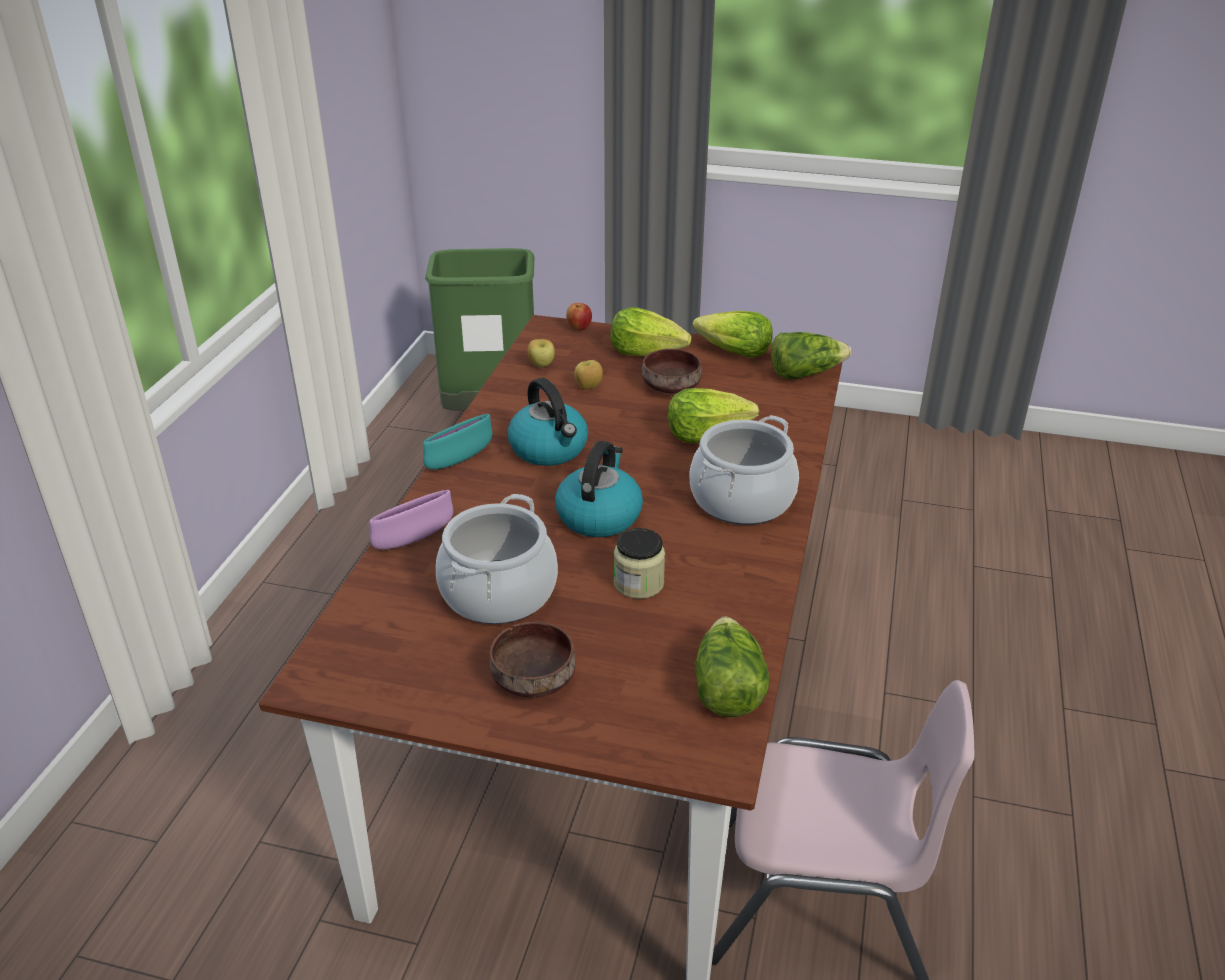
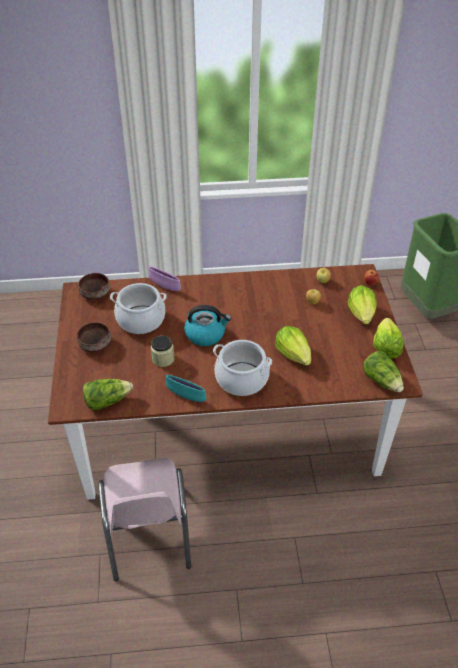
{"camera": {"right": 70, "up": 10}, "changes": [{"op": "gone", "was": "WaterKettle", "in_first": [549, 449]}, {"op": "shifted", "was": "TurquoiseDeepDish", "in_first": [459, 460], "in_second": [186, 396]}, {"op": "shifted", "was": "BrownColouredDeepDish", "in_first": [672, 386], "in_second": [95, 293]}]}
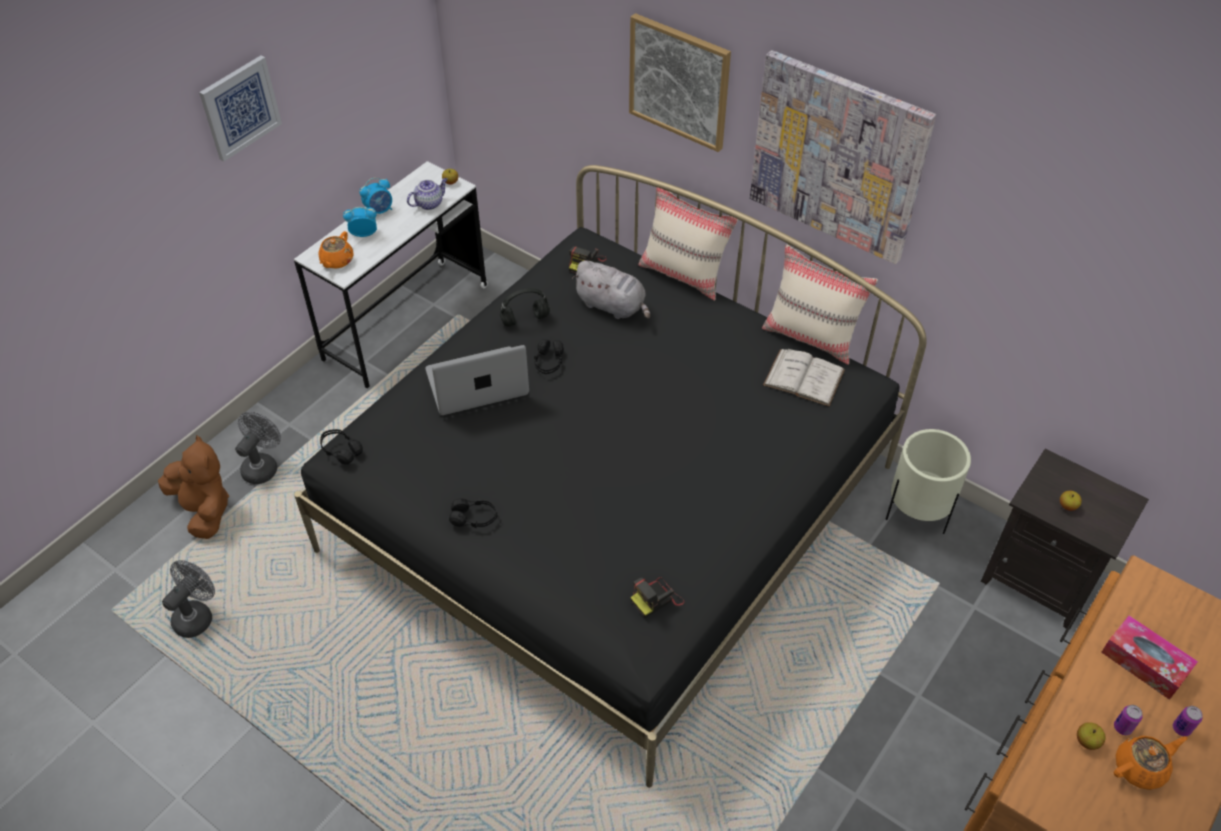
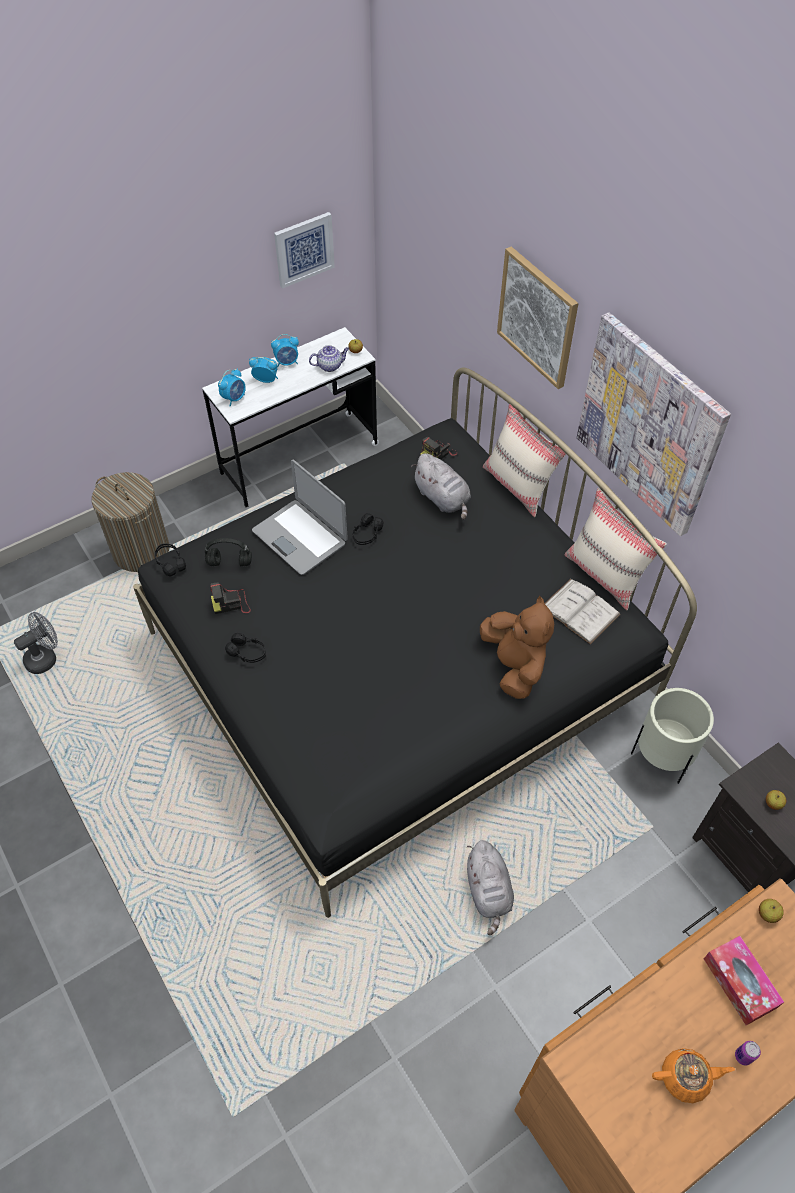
{"camera": {"right": 20, "up": 5}, "changes": [{"op": "gone", "was": "MetalCan", "in_first": [1122, 727]}, {"op": "new", "now": "GreyishPlushToy", "in_second": [488, 891]}, {"op": "shifted", "was": "BrownColouredPlushToy", "in_first": [204, 510], "in_second": [514, 665]}, {"op": "shifted", "was": "WallPicture", "in_first": [240, 107], "in_second": [304, 249]}, {"op": "shifted", "was": "BlackPairOfHeadphones", "in_first": [526, 319], "in_second": [230, 562]}, {"op": "shifted", "was": "StillCamera", "in_first": [656, 599], "in_second": [231, 603]}, {"op": "shifted", "was": "Apple", "in_first": [1087, 741], "in_second": [767, 914]}, {"op": "swapped", "was": "GreyishFan", "now": "LaundryBasket", "in_first": [263, 466], "in_second": [140, 550]}, {"op": "swapped", "was": "OrangeyPotForTea", "now": "TableClock", "in_first": [336, 261], "in_second": [234, 398]}, {"op": "rotated", "was": "PortableComputer", "in_first": [477, 384], "in_second": [300, 537], "clockwise": -135}]}
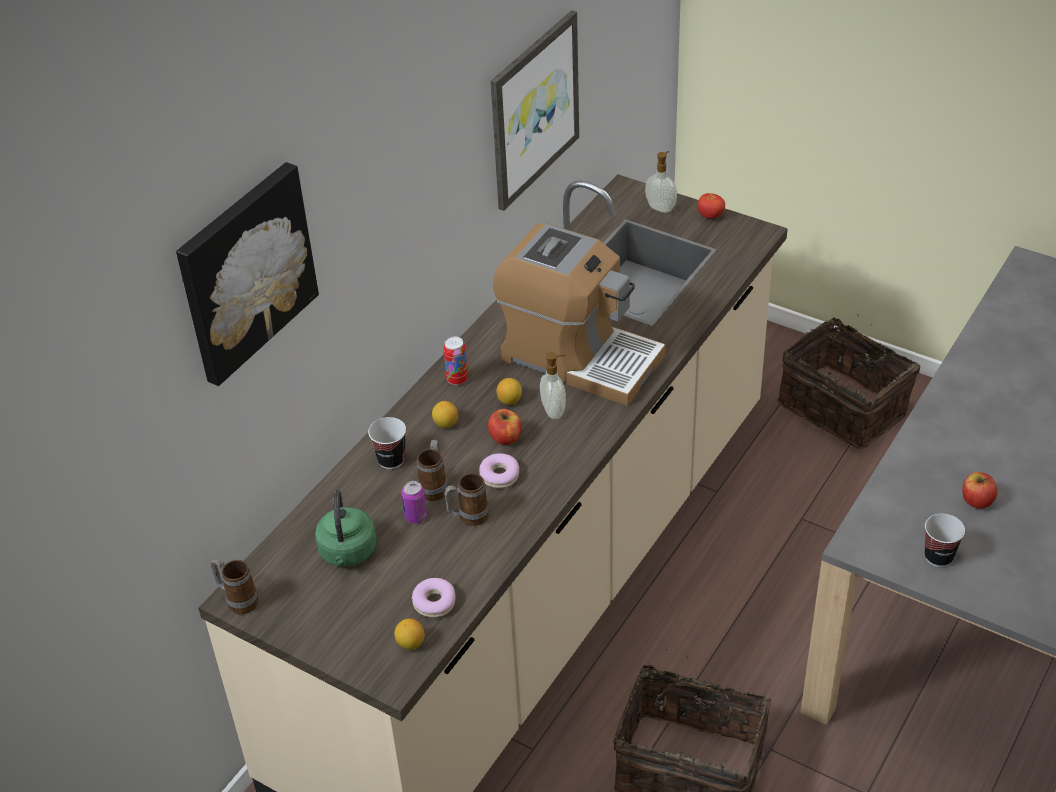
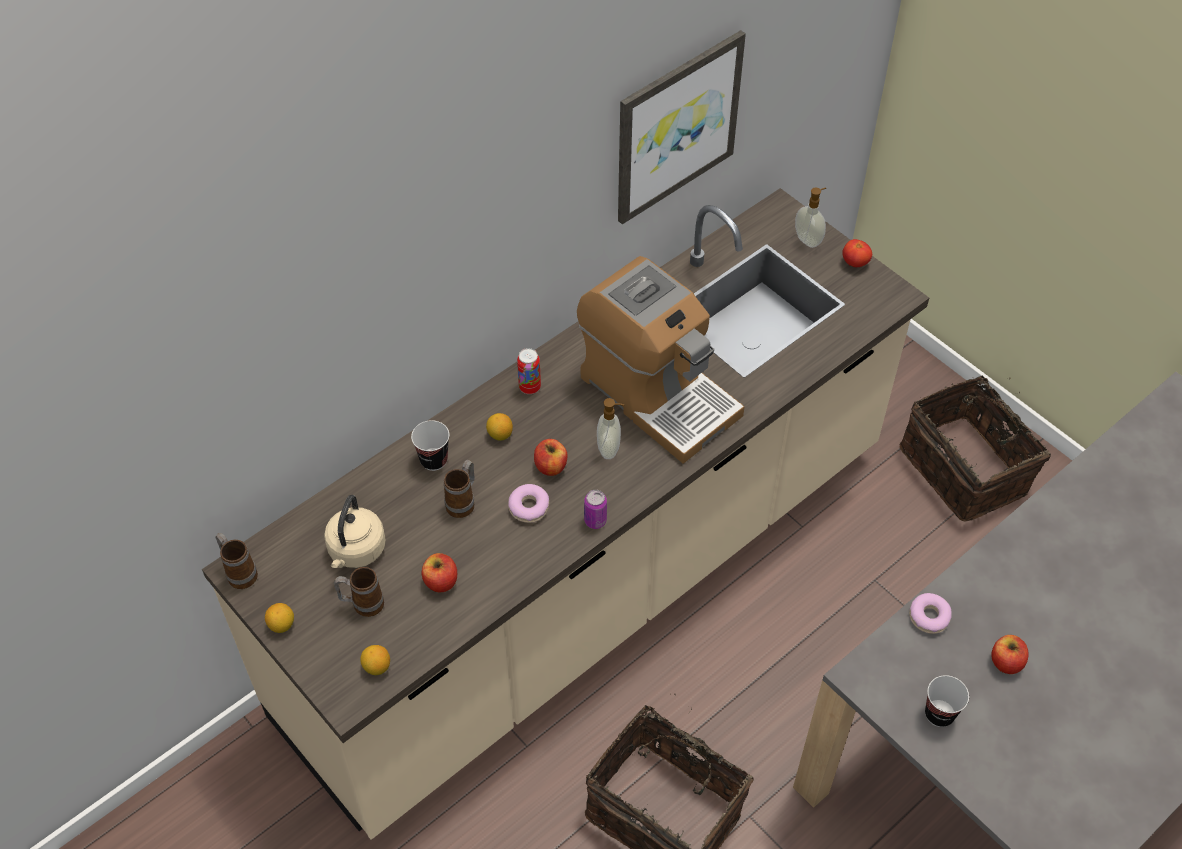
{"camera": {"right": 15, "up": 10}, "changes": [{"op": "gone", "was": "WallPicture", "in_first": [244, 271]}, {"op": "new", "now": "Apple", "in_second": [440, 581]}, {"op": "shifted", "was": "MetalCan", "in_first": [416, 516], "in_second": [595, 521]}, {"op": "shifted", "was": "Donut", "in_first": [434, 602], "in_second": [929, 617]}, {"op": "shifted", "was": "Mug", "in_first": [468, 517], "in_second": [362, 604]}, {"op": "shifted", "was": "CitrusFruit", "in_first": [510, 401], "in_second": [282, 625]}, {"op": "repainted", "was": "GreenColouredWaterKettle", "now": "BeigeWaterKettle", "in_first": [348, 553], "in_second": [356, 551]}]}
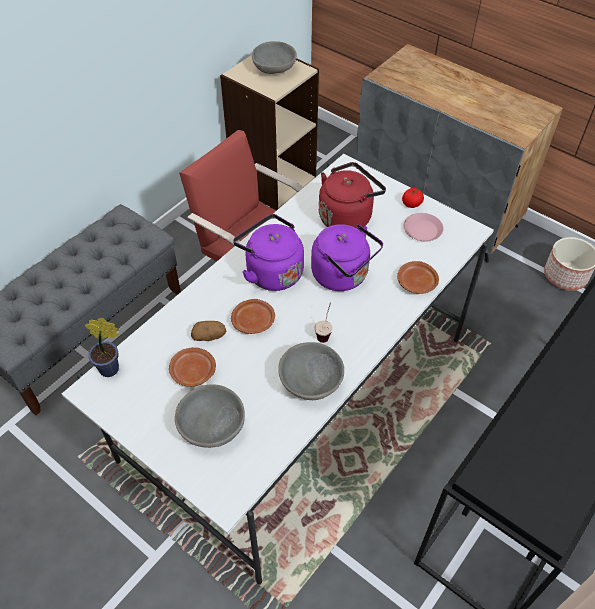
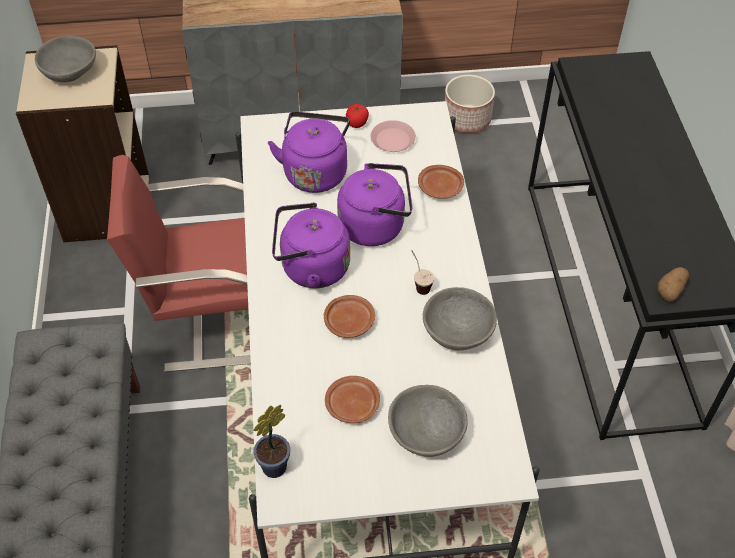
{"camera": {"right": -45, "up": 0}, "changes": [{"op": "shifted", "was": "WholePotato", "in_first": [209, 336], "in_second": [671, 290]}, {"op": "repainted", "was": "ReddishWaterKettle", "now": "PurpleColouredWaterKettle", "in_first": [347, 216], "in_second": [315, 171]}]}
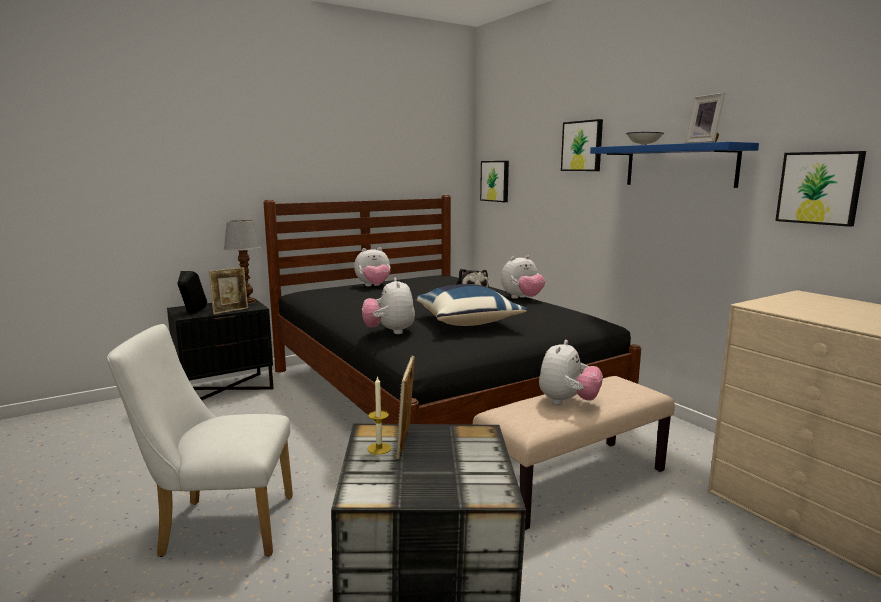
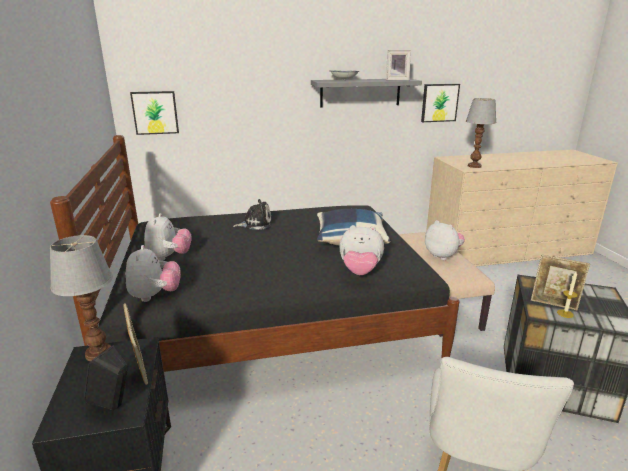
{"camera": {"right": -70, "up": 10}, "changes": [{"op": "gone", "was": "WallPicture", "in_first": [582, 146]}, {"op": "new", "now": "LampForATable", "in_second": [475, 166]}, {"op": "shifted", "was": "PlushToy", "in_first": [522, 298], "in_second": [155, 296]}, {"op": "repainted", "was": "BlueColouredWallShelf", "now": "GreyishWallShelf", "in_first": [679, 166], "in_second": [360, 92]}]}
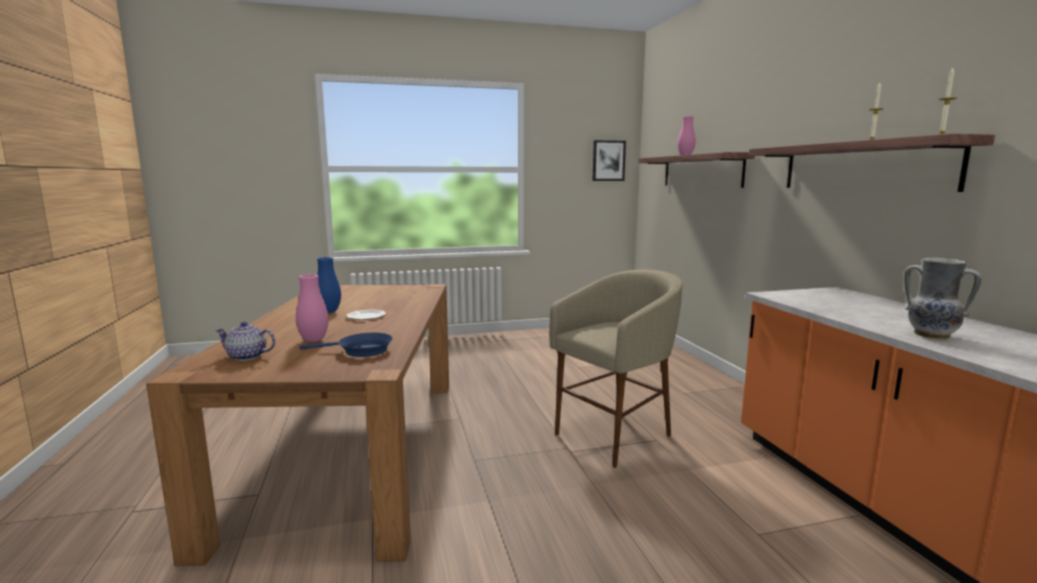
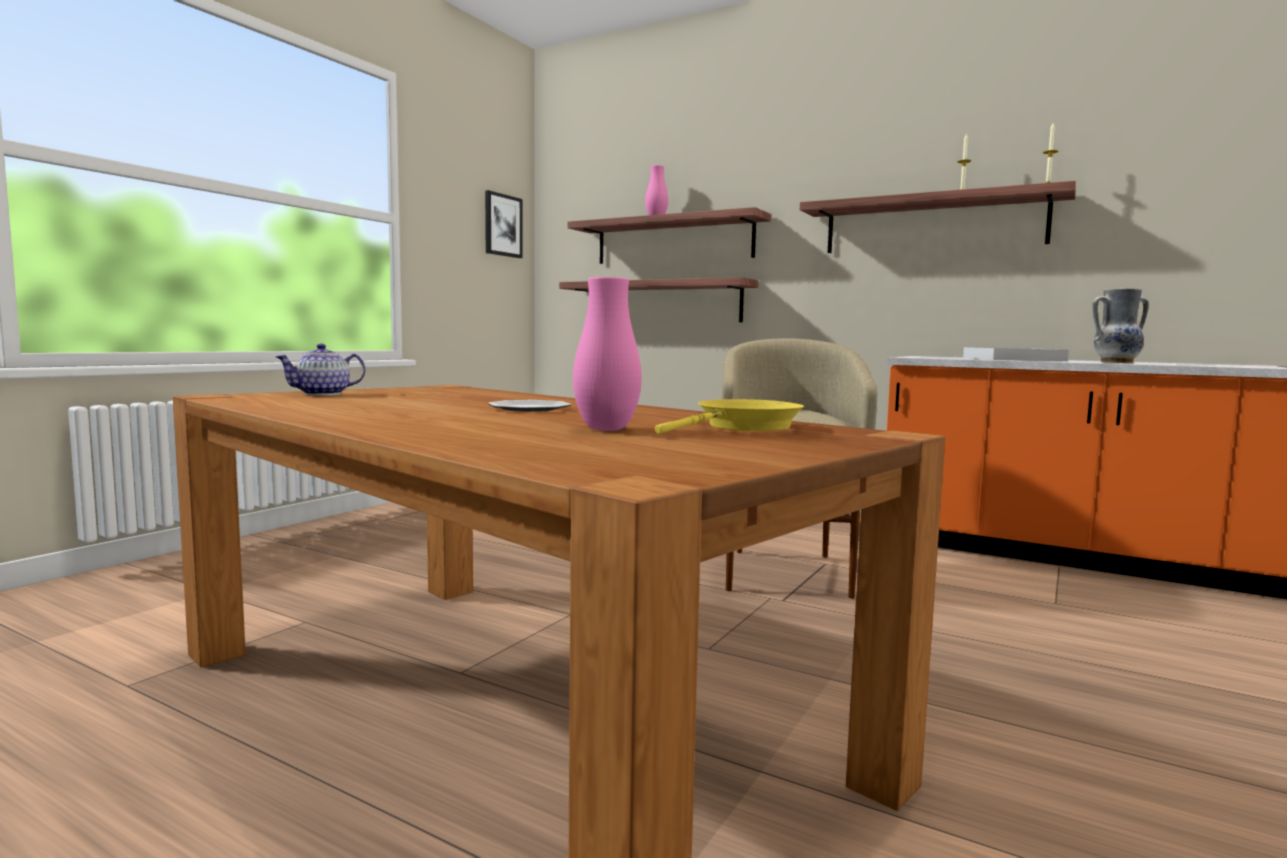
{"camera": {"right": -45, "up": -5}, "changes": [{"op": "gone", "was": "BlueColouredFlowerVase", "in_first": [329, 312]}, {"op": "new", "now": "WallShelf", "in_second": [663, 302]}, {"op": "new", "now": "WhitishCarryingTray", "in_second": [1013, 359]}, {"op": "shifted", "was": "PotForTea", "in_first": [247, 356], "in_second": [323, 394]}, {"op": "repainted", "was": "BlueColouredSkillet", "now": "YellowSkillet", "in_first": [360, 351], "in_second": [743, 427]}]}
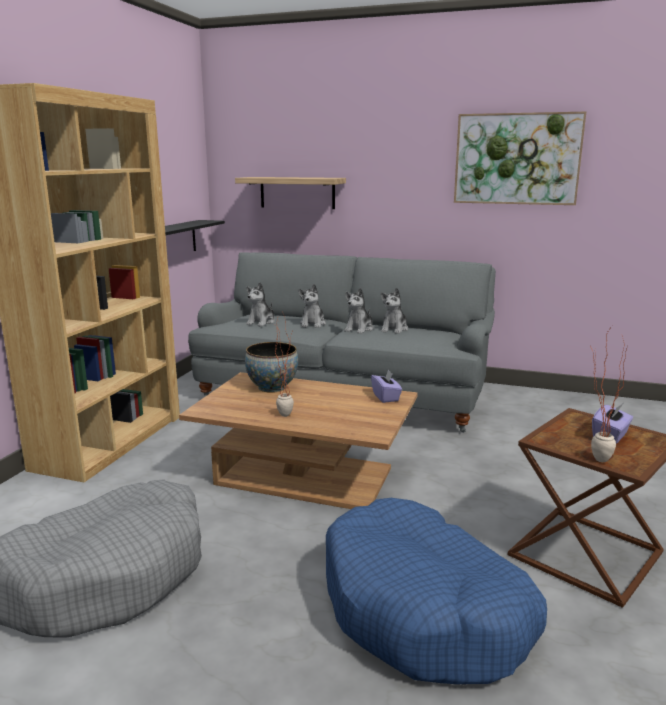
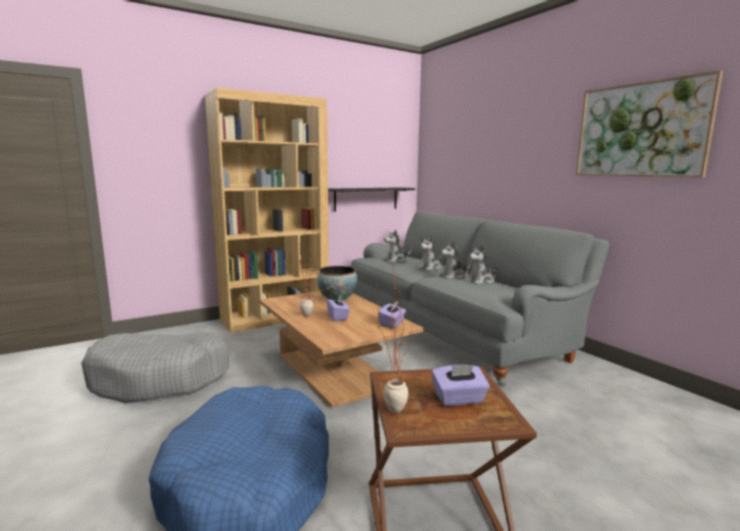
{"camera": {"right": 40, "up": -5}, "changes": [{"op": "gone", "was": "WallShelf", "in_first": [297, 192]}, {"op": "new", "now": "PurpleColouredTissueBox", "in_second": [338, 317]}]}
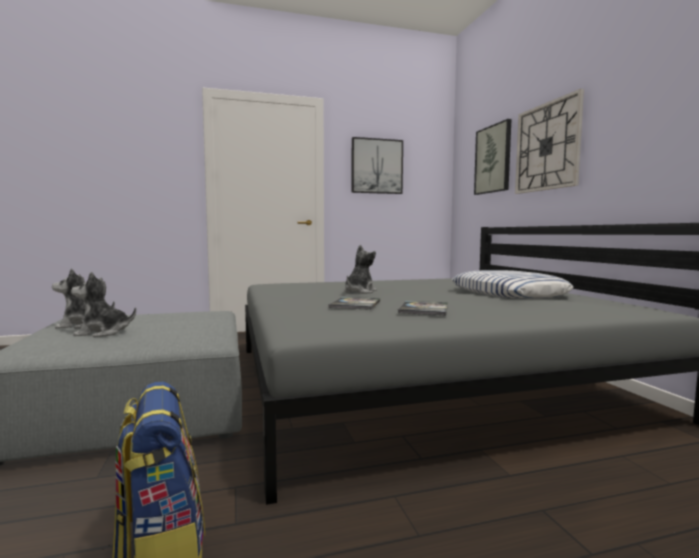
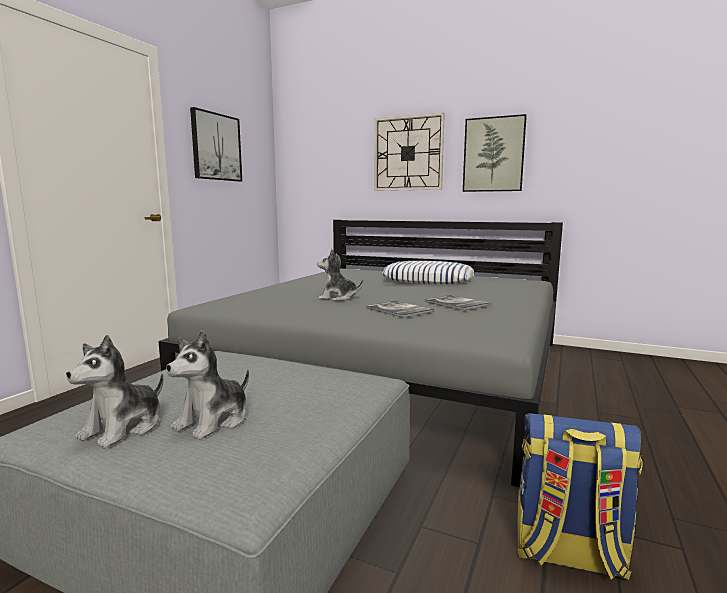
{"camera": {"right": -50, "up": 5}, "changes": [{"op": "shifted", "was": "WallPicture", "in_first": [493, 159], "in_second": [493, 154]}, {"op": "rotated", "was": "PlushToy", "in_first": [359, 292], "in_second": [337, 298], "clockwise": -60}]}
